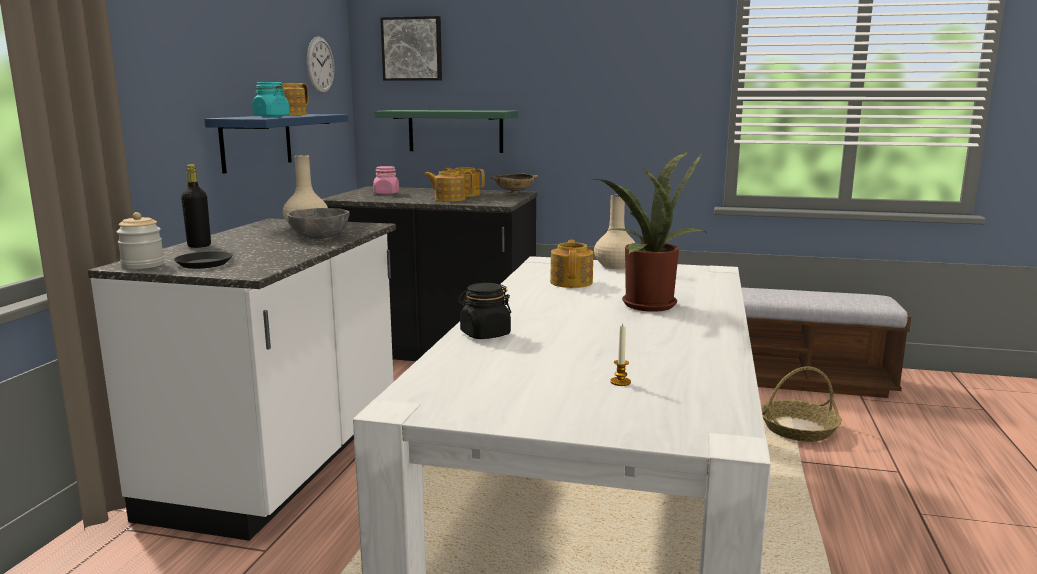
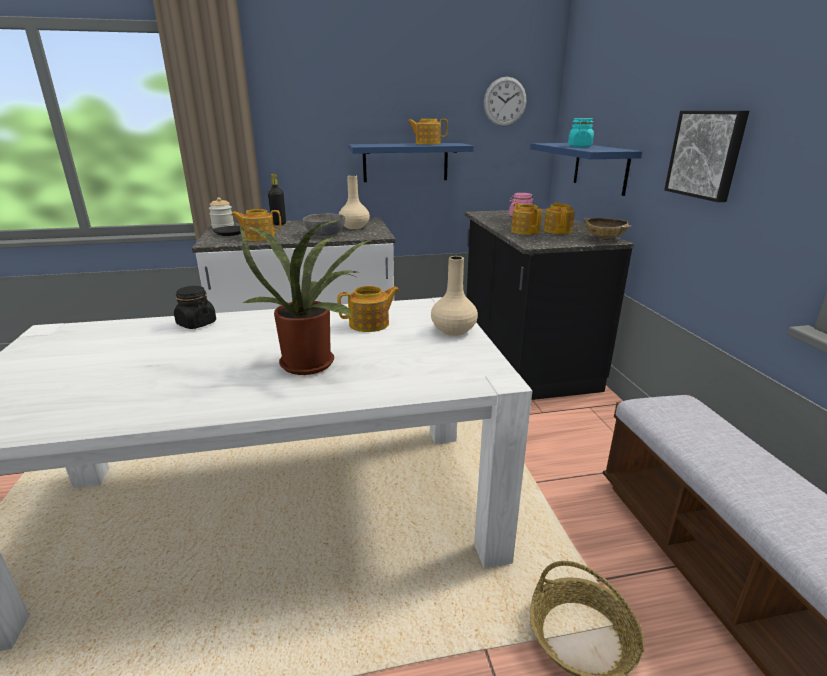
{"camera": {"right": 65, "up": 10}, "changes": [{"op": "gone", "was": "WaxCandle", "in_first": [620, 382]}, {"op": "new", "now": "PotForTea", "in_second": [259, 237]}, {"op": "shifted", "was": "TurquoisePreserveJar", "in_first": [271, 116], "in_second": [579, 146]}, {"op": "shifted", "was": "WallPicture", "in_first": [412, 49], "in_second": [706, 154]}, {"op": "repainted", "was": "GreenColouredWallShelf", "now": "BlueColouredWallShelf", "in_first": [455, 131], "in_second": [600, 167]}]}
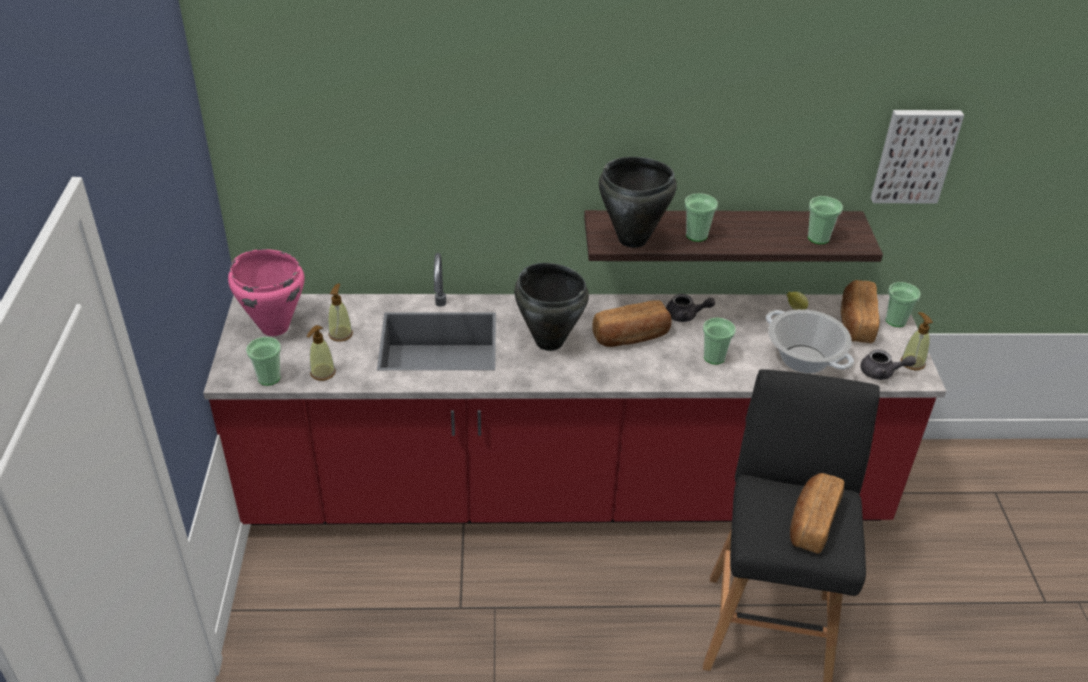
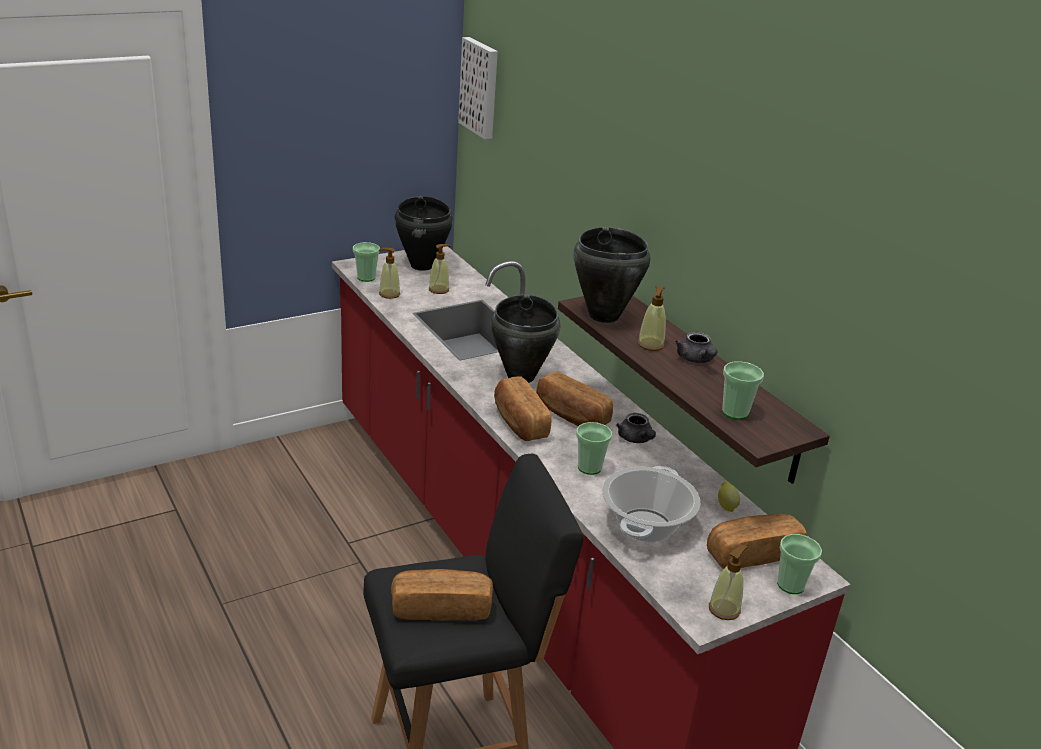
{"camera": {"right": 60, "up": -10}, "changes": [{"op": "new", "now": "Bread", "in_second": [519, 422]}, {"op": "shifted", "was": "GreyishPotForTea", "in_first": [882, 373], "in_second": [696, 360]}, {"op": "shifted", "was": "WallPicture", "in_first": [914, 155], "in_second": [481, 87]}, {"op": "swapped", "was": "SmallCup", "now": "SoapBottle", "in_first": [696, 235], "in_second": [650, 345]}, {"op": "repainted", "was": "PinkishCookingPot", "now": "BlackCookingPot", "in_first": [274, 327], "in_second": [422, 265]}]}
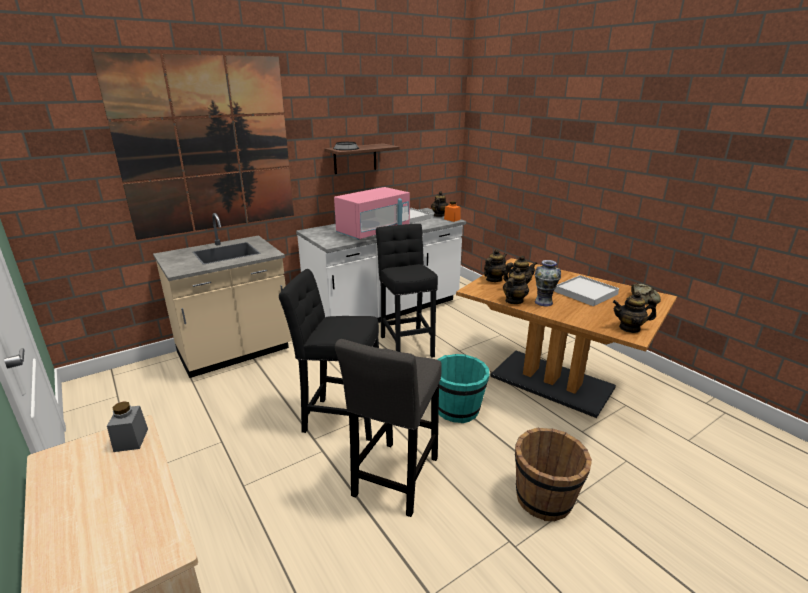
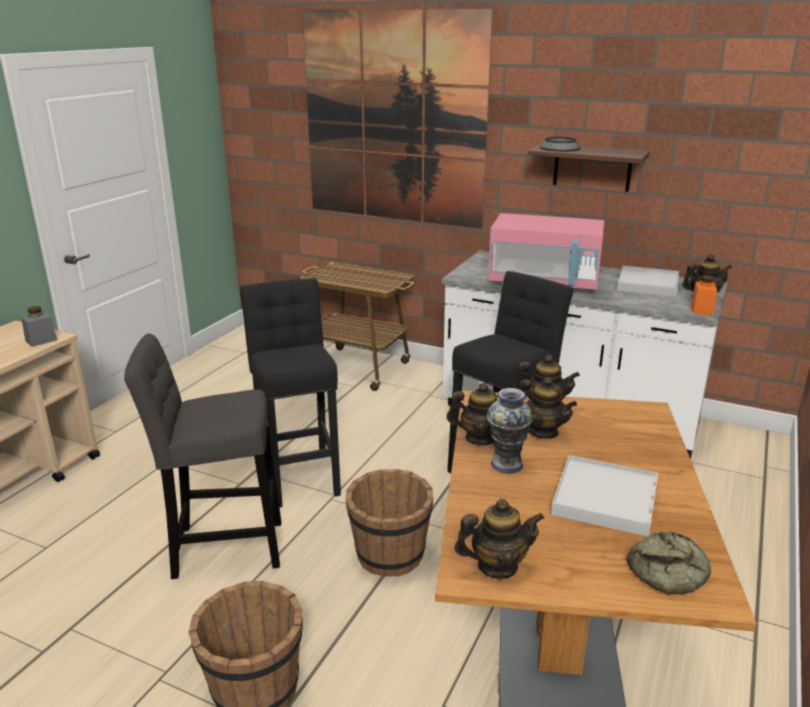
{"camera": {"right": 60, "up": 0}, "changes": [{"op": "swapped", "was": "BeigeKitchenCounter", "now": "WheeledCart", "in_first": [235, 353], "in_second": [358, 369]}, {"op": "repainted", "was": "TurquoisePail", "now": "BrownColouredPail", "in_first": [458, 409], "in_second": [390, 555]}, {"op": "rotated", "was": "PotForTea", "in_first": [630, 328], "in_second": [497, 566], "clockwise": 105}]}
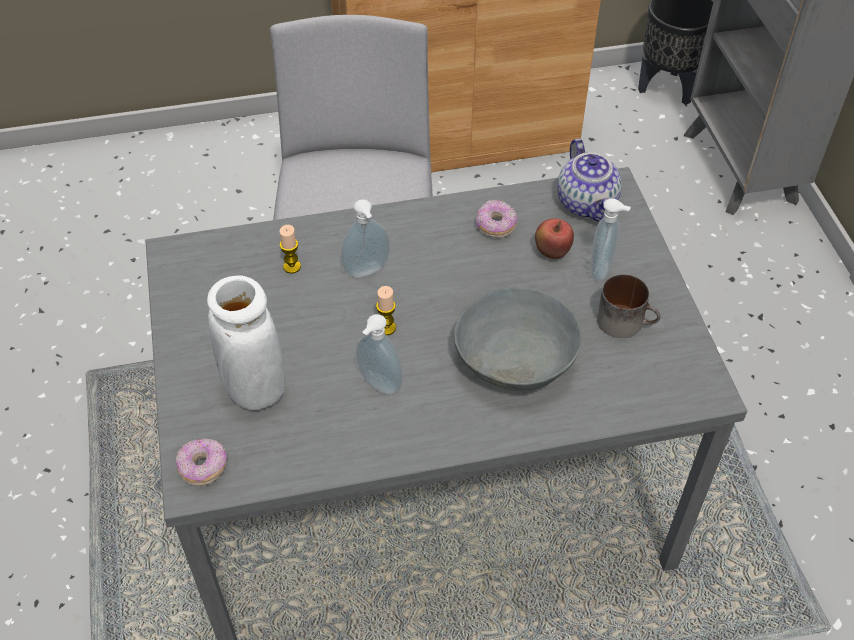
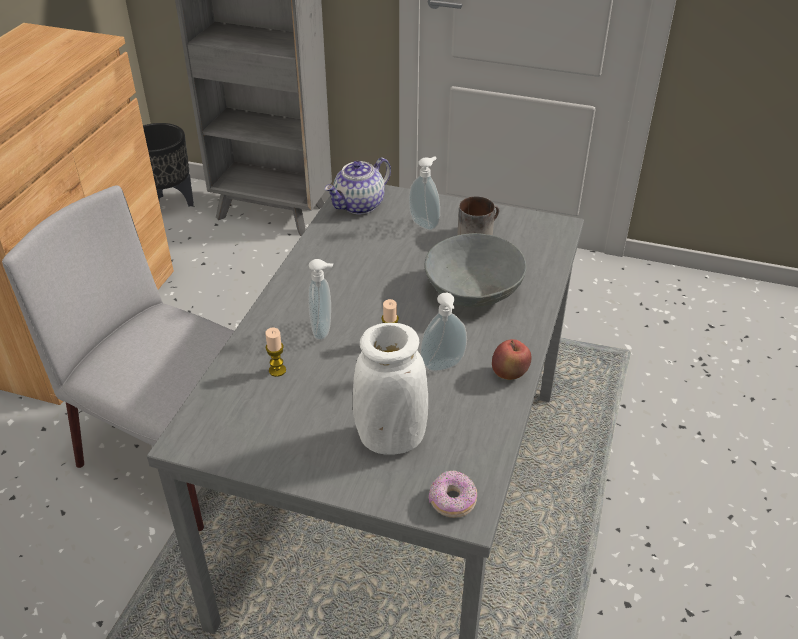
{"camera": {"right": -60, "up": -10}, "changes": [{"op": "gone", "was": "Donut", "in_first": [495, 226]}, {"op": "shifted", "was": "Apple", "in_first": [552, 253], "in_second": [509, 374]}, {"op": "rotated", "was": "PotForTea", "in_first": [587, 203], "in_second": [359, 205], "clockwise": 120}]}
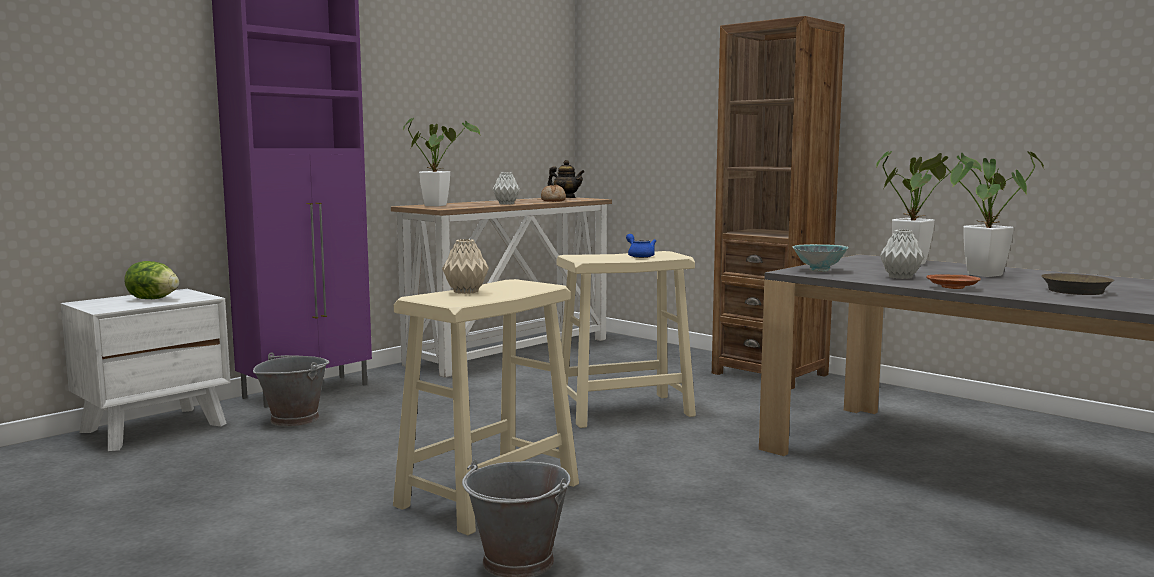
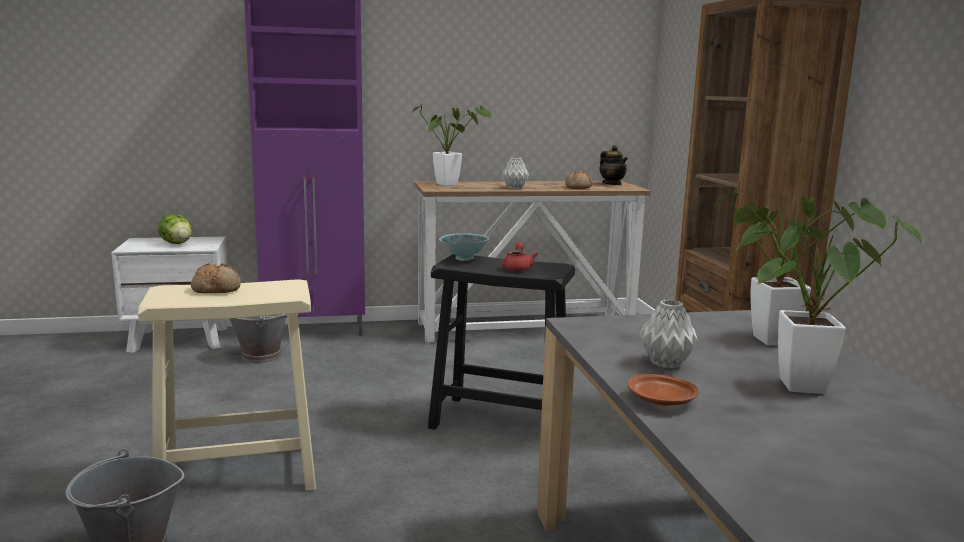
{"camera": {"right": 35, "up": 5}, "changes": [{"op": "gone", "was": "BrownColouredSkillet", "in_first": [1077, 290]}, {"op": "shifted", "was": "DeepDish", "in_first": [819, 270], "in_second": [464, 259]}, {"op": "swapped", "was": "BeigeFlowerVase", "now": "Bread", "in_first": [466, 292], "in_second": [217, 289]}, {"op": "repainted", "was": "BeigeStoolSeat", "now": "BlackStoolSeat", "in_first": [625, 410], "in_second": [501, 421]}, {"op": "repainted", "was": "BlueColouredPotForTea", "now": "ReddishPotForTea", "in_first": [639, 256], "in_second": [517, 267]}]}
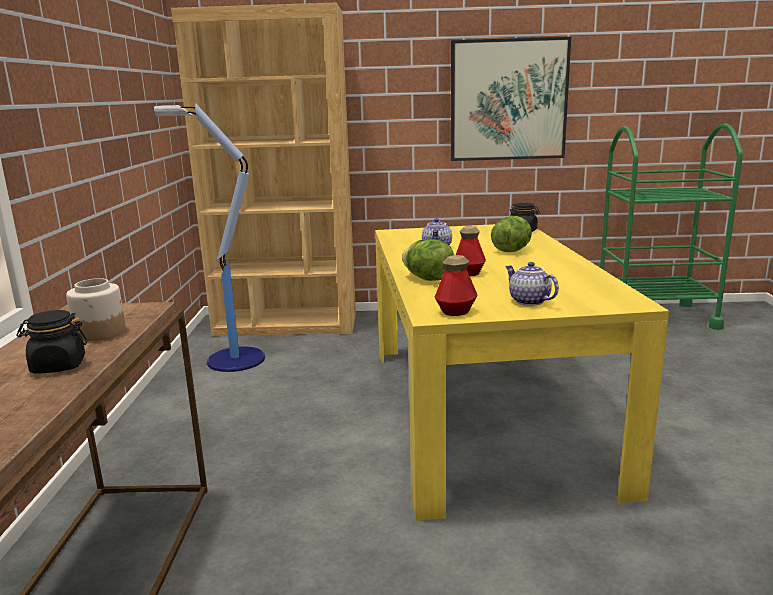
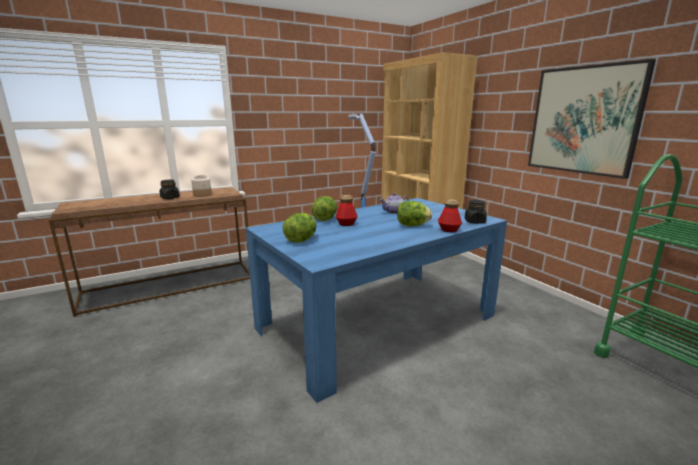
{"camera": {"right": 60, "up": 0}, "changes": [{"op": "shifted", "was": "Bottle", "in_first": [456, 312], "in_second": [449, 230]}, {"op": "swapped", "was": "PotForTea", "now": "LettuceHead", "in_first": [528, 301], "in_second": [301, 240]}, {"op": "repainted", "was": "YellowDiningTable", "now": "BlueColouredDiningTable", "in_first": [482, 410], "in_second": [378, 321]}]}
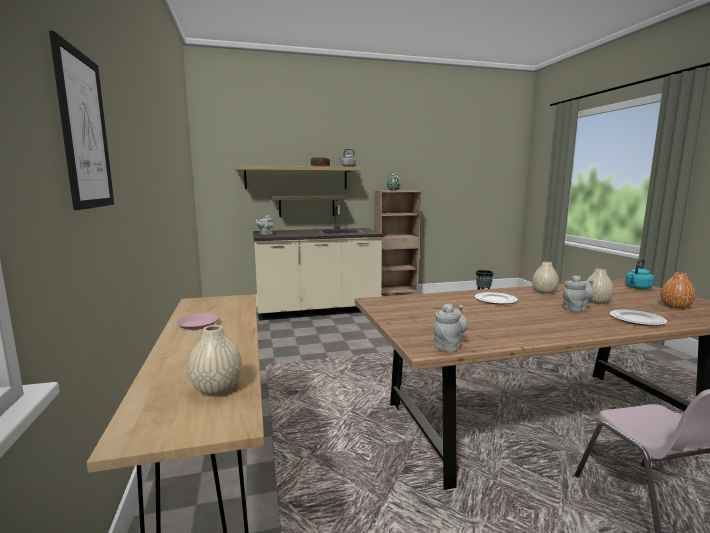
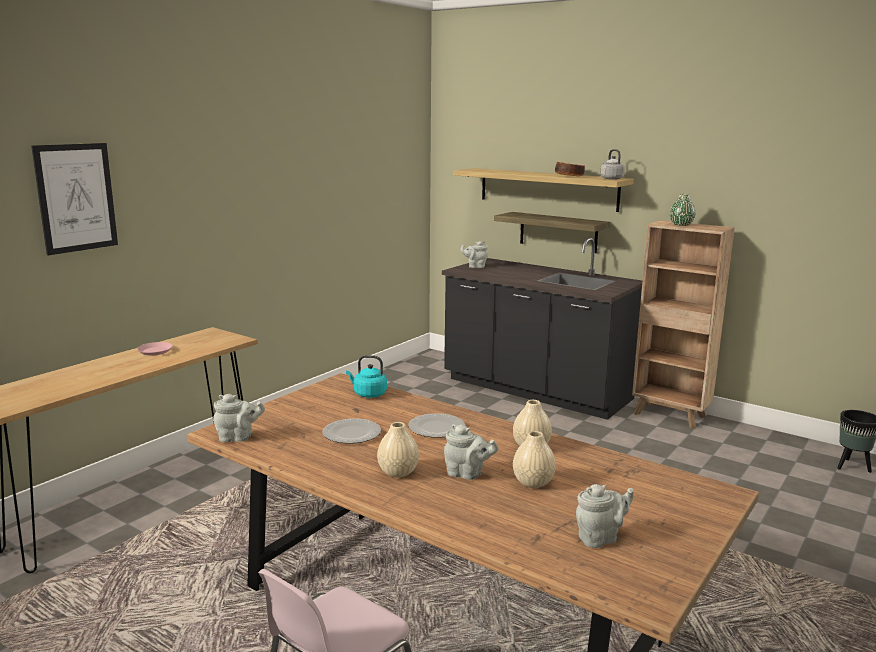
{"camera": {"right": 50, "up": 5}, "changes": [{"op": "shifted", "was": "BeigeFlowerVase", "in_first": [217, 388], "in_second": [398, 472]}, {"op": "shifted", "was": "DinnerPlate", "in_first": [636, 319], "in_second": [352, 433]}, {"op": "shifted", "was": "TurquoiseWaterKettle", "in_first": [637, 288], "in_second": [368, 394]}, {"op": "swapped", "was": "OrangeyFlowerVase", "now": "GreyishPotForTea", "in_first": [675, 306], "in_second": [600, 538]}, {"op": "repainted", "was": "BeigeKitchenCounter", "now": "BlackKitchenCounter", "in_first": [317, 310], "in_second": [535, 390]}]}
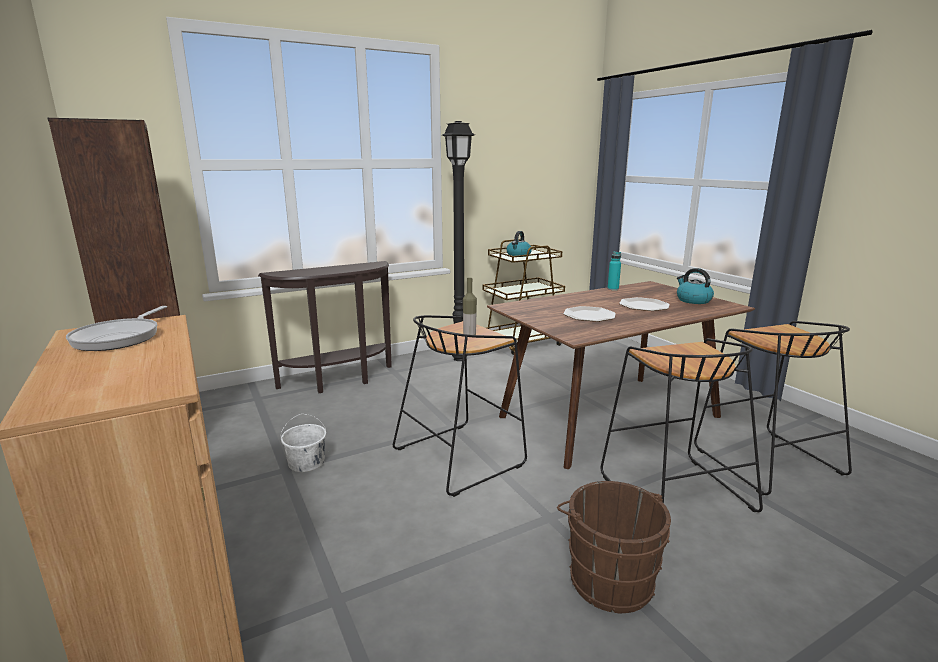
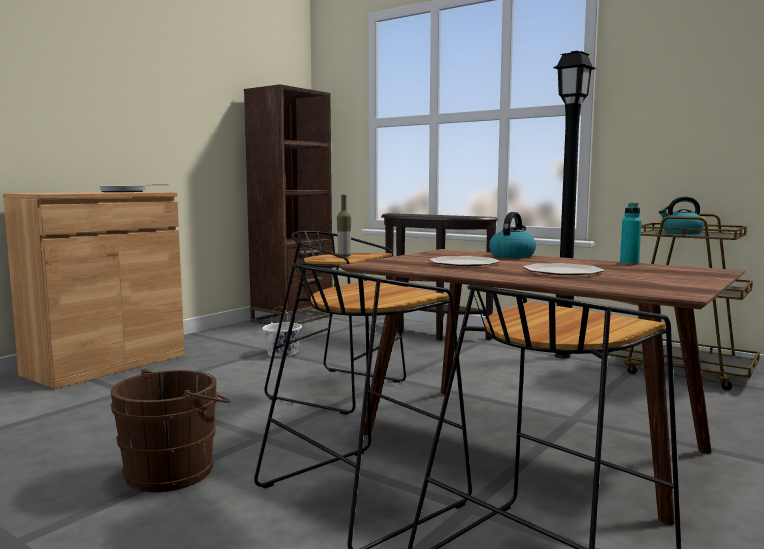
{"camera": {"right": 65, "up": -10}, "changes": [{"op": "shifted", "was": "WaterKettle", "in_first": [693, 300], "in_second": [512, 256]}]}
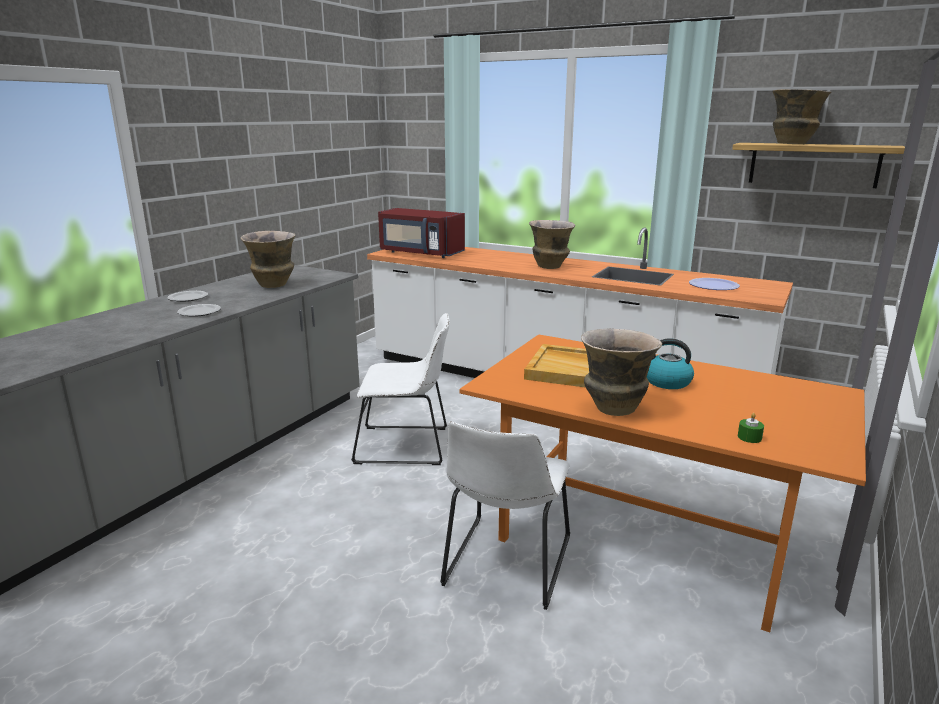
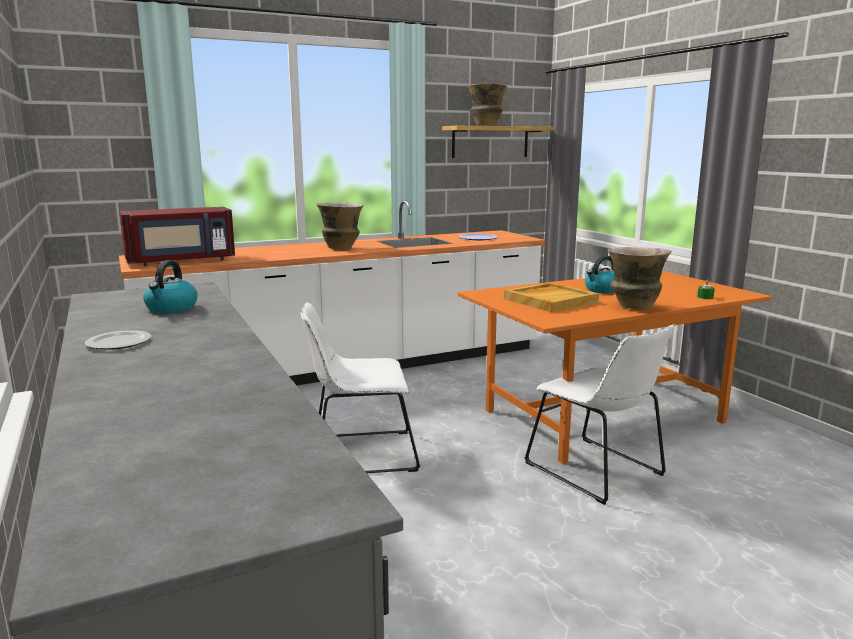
{"camera": {"right": -55, "up": -5}, "changes": [{"op": "gone", "was": "DinnerPlate", "in_first": [199, 312]}, {"op": "swapped", "was": "FlowerVase", "now": "WaterKettle", "in_first": [274, 285], "in_second": [171, 308]}, {"op": "rotated", "was": "WhitishChair", "in_first": [407, 445], "in_second": [359, 454], "clockwise": -135}]}
